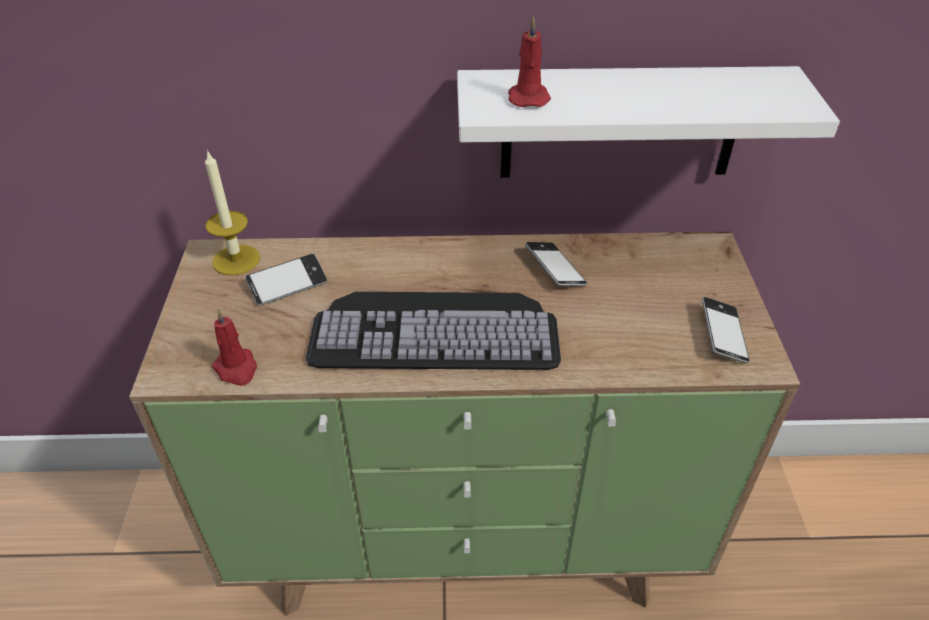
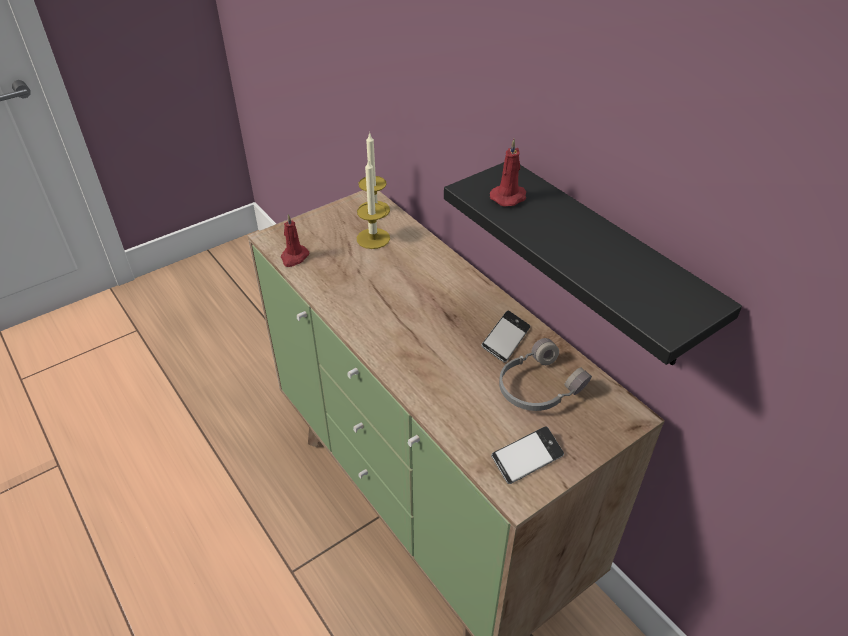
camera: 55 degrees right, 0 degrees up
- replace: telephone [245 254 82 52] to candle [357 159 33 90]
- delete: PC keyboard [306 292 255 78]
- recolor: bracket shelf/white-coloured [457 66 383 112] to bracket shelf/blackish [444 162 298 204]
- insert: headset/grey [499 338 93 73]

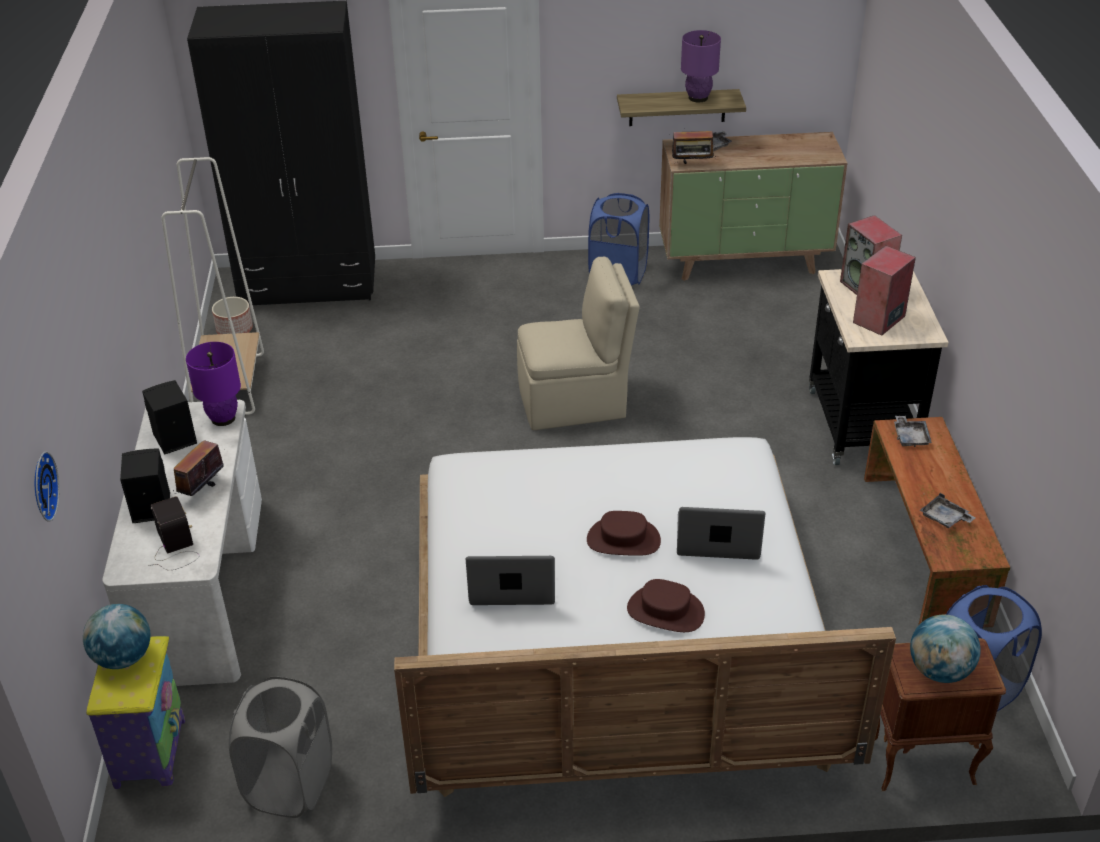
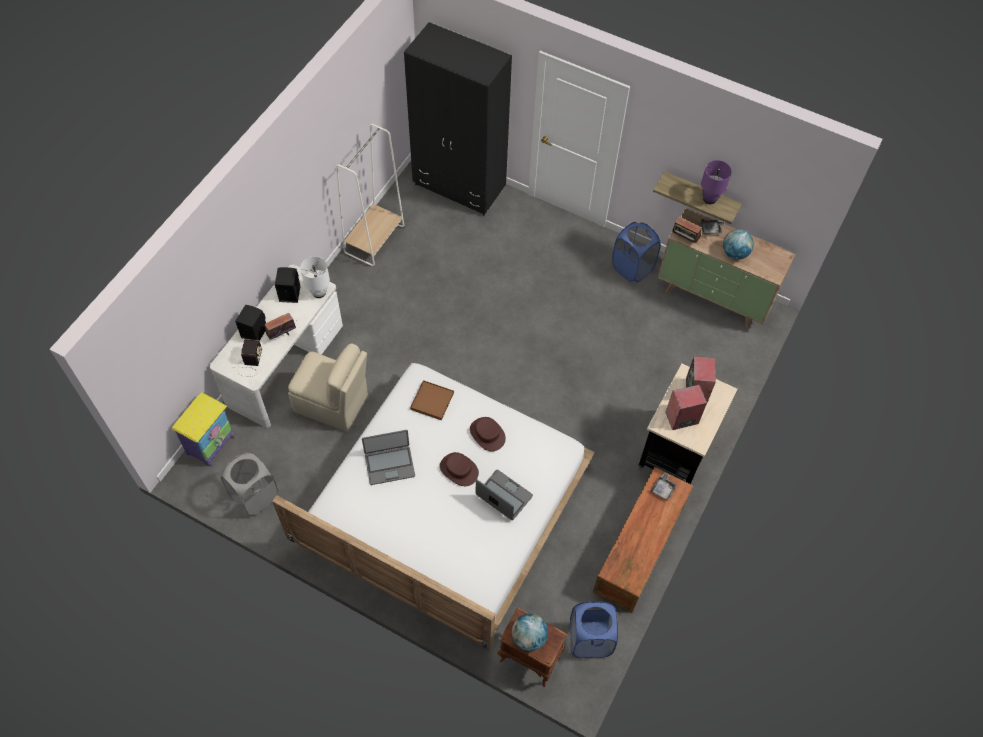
camera: 30 degrees right, 20 degrees up
- delete: hanging clock [35 452 25 70]
- move: desk globe [83 604 68 65] to [723 229 31 31]
- recolor: table lamp/purple-coloured [186 342 55 84] to table lamp/white-coloured [300 256 30 42]
- delete: planter [212 297 41 37]
- rotate: notebook computer [466 556 89 49] = [362 430 53 55] 135 degrees clockwise
- move: upright chair/beige [517 257 123 173] to [288 343 80 89]
- move: wearable hat/brownish [627 579 78 53] to [470 417 36 35]
- delete: tray/grey [920 493 55 35]
- insert: tray/brownish [410 380 44 40]

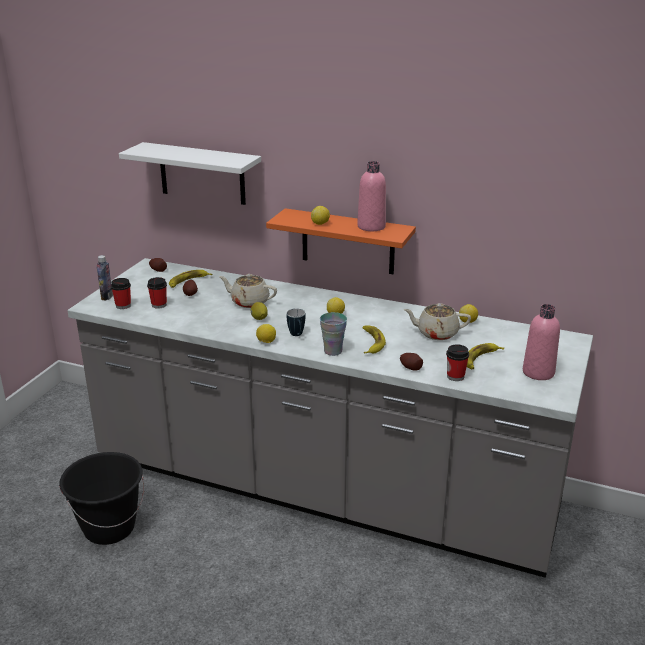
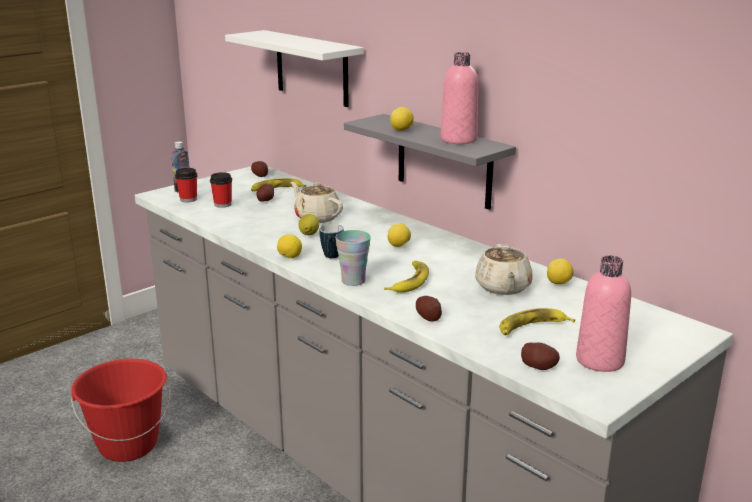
camera: 25 degrees right, 5 degrees down
- recolor: pail/blackish [59 452 85 93] to pail/reddish [70 359 100 103]
- recolor: bracket shelf/orange-coloured [266 208 150 66] to bracket shelf/grey [344 114 172 96]
- rotate: teapot/beige [403 303 68 37] = [475 244 57 51] 120 degrees counterclockwise
- delete: cup [446 344 23 37]
- insert: spud [521 343 39 27]

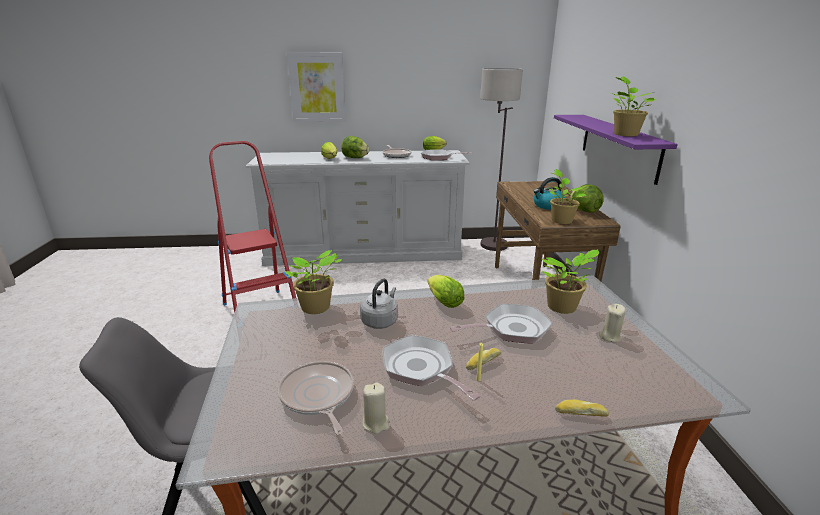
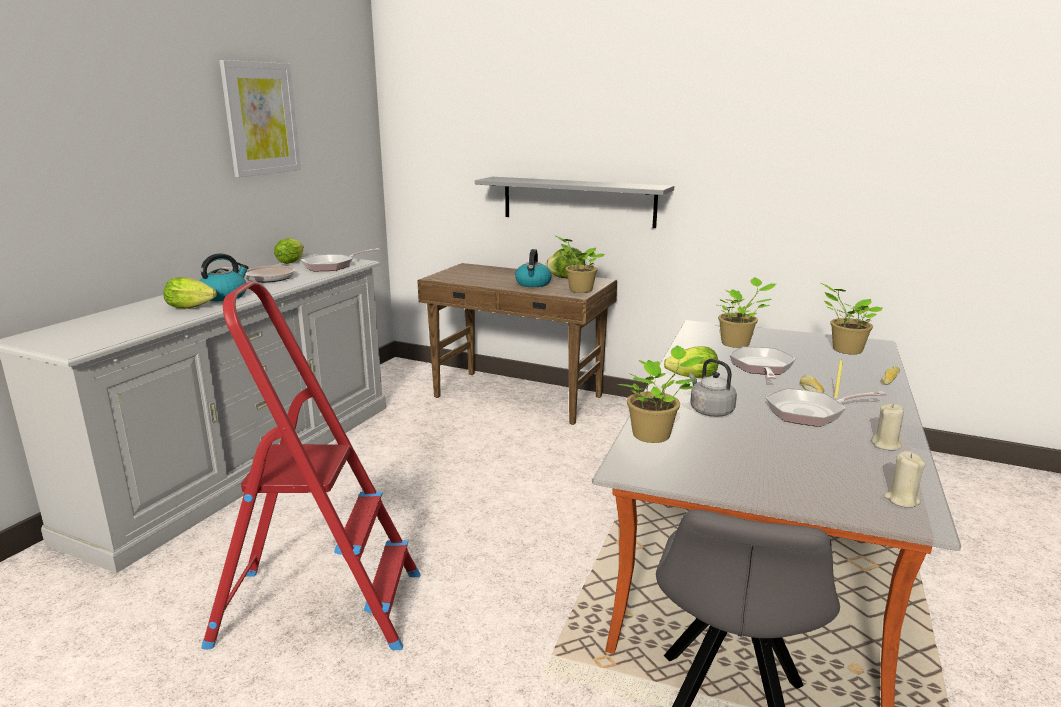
camera: 60 degrees left, 5 degrees down
- delete: pan [278 361 76 74]
- move: picture [287 52 59 70] to [219 60 82 118]
- replace: head of lettuce [342 136 27 22] to water kettle [199 253 50 48]
- delete: standard lamp/grey [480 68 43 183]
- recolor: bracket shelf/purple-coloured [554 115 124 70] to bracket shelf/grey [475 177 199 51]
- move: candle/beige [599 304 27 39] to [883 451 43 56]
- move: potted plant [611 76 45 60] to [821 283 61 71]

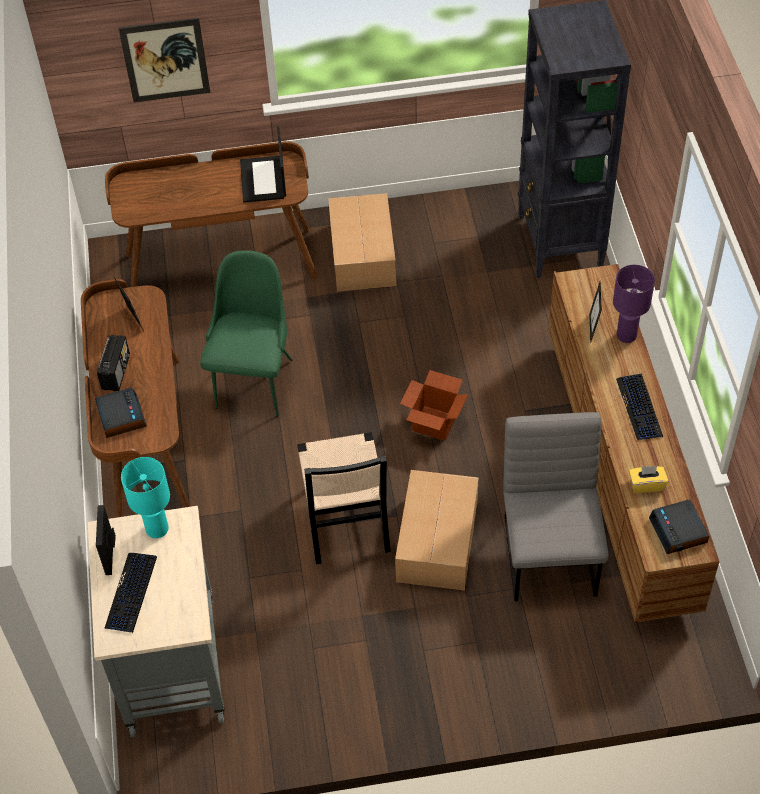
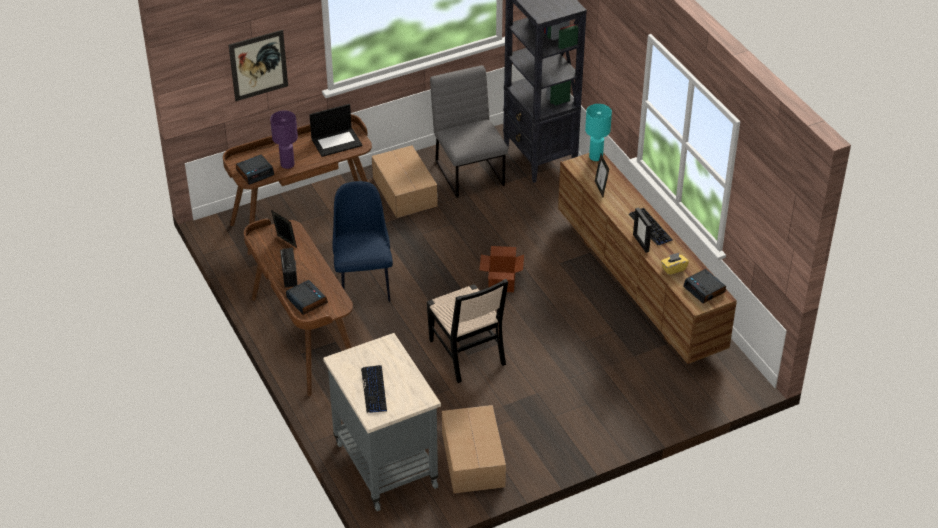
camera: 20 degrees left, 10 degrees down
- move: picture frame [96 505 20 70] to [633 207 19 46]
- move: table lamp/blue-green [121 457 49 81] to [585 104 27 57]
- recolor: upright chair/greenish [200 250 93 167] to upright chair/blue-coloured [333 181 60 121]
- rotate: notebook computer [240 126 46 77] = [309 104 53 53] 90 degrees counterclockwise
- move: cardboard box [395 470 84 121] to [442 405 64 88]
- move: upright chair/grey [503 412 106 189] to [430 65 78 132]
- move: table lamp/purple-coloured [613 265 42 78] to [270 111 28 58]
- insert: table clock [236 154 38 31]

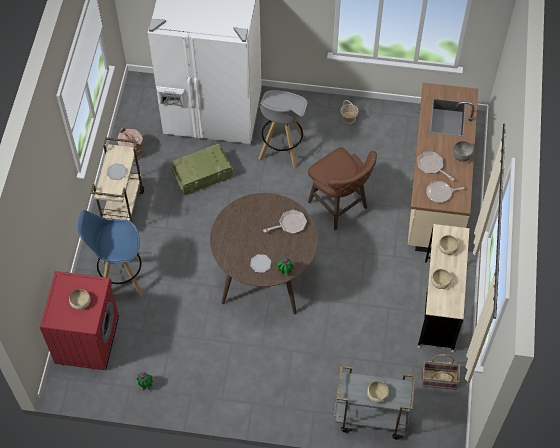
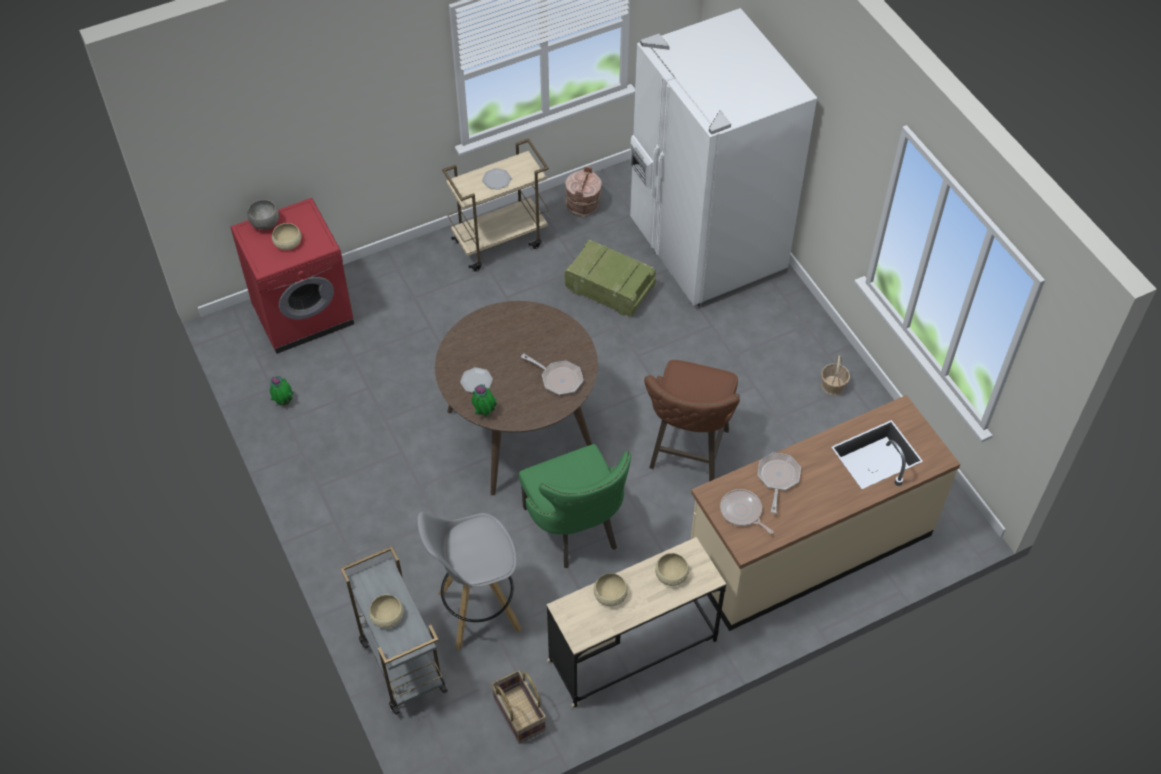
camera: 55 degrees right, 5 degrees down
- delete: stool seat/blue-coloured [78 210 66 86]
- move: stool seat/grey [258 90 49 79] to [417 512 105 138]
- move: deep dish/grey [453 141 21 21] to [247 199 32 31]
- insert: upright chair/greenish [519 444 112 124]

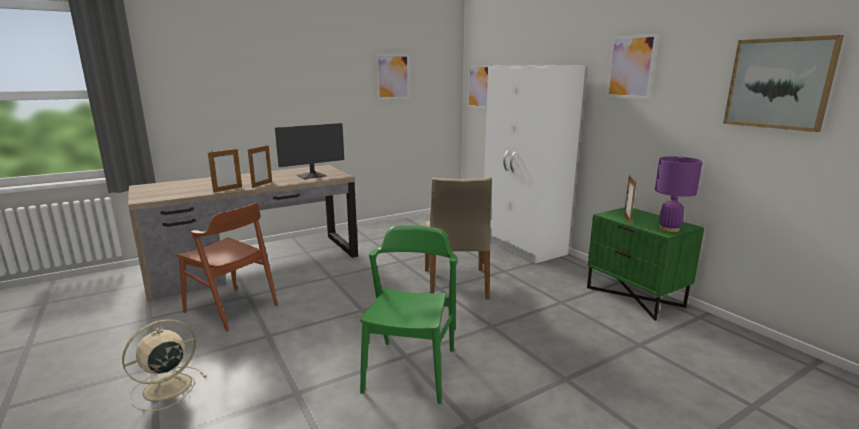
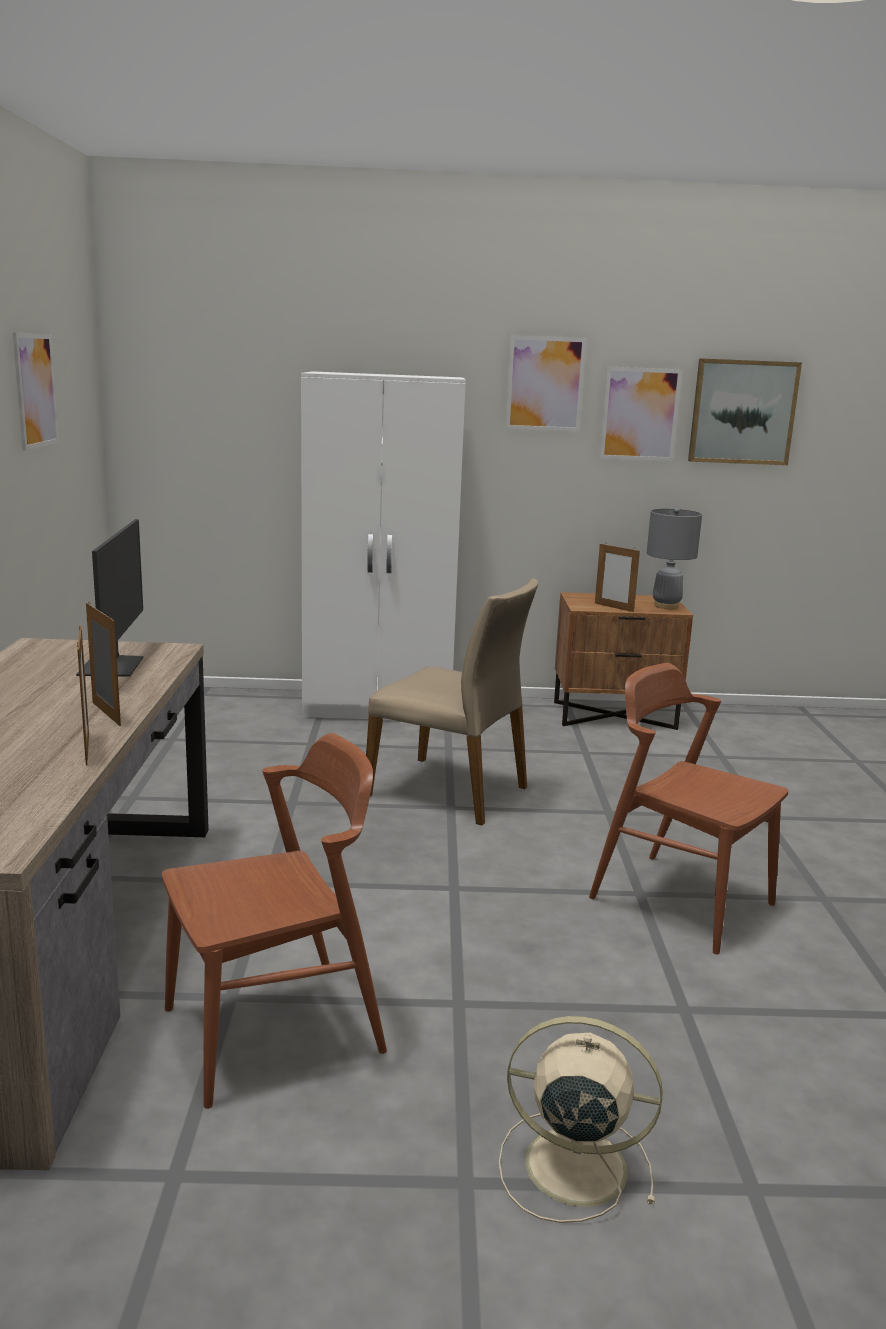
camera: 60 degrees left, 0 degrees up
- rotate: fan/beige [122 319 85 92] = [499 1016 164 207] 120 degrees clockwise
- recolor: upright chair/greenish [360 226 97 178] to upright chair/brownish [589 663 199 291]
- move: picture [468 65 23 44] to [599 367 84 94]
- recolor: bedside table/greenish [587 207 117 114] to bedside table/brownish [554 592 139 138]
- recolor: table lamp/purple-coloured [655 157 48 75] to table lamp/grey [647 508 55 101]

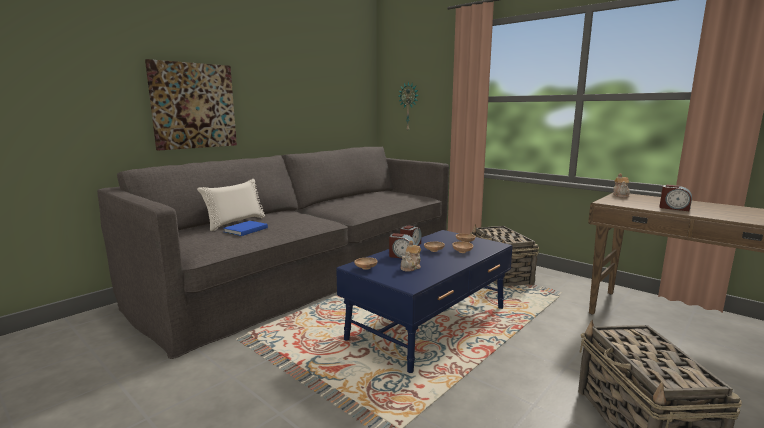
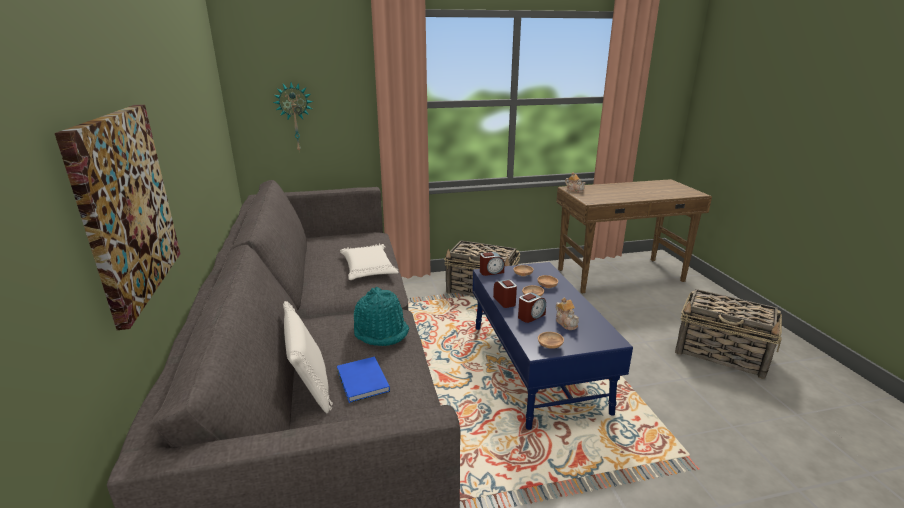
camera: 55 degrees left, 10 degrees up
- move: table clock [660 185 32 26] to [480 252 25 24]
- insert: pillow/white-coloured [340 244 59 36]
- insert: wearable hat/blue-green [354 287 55 59]

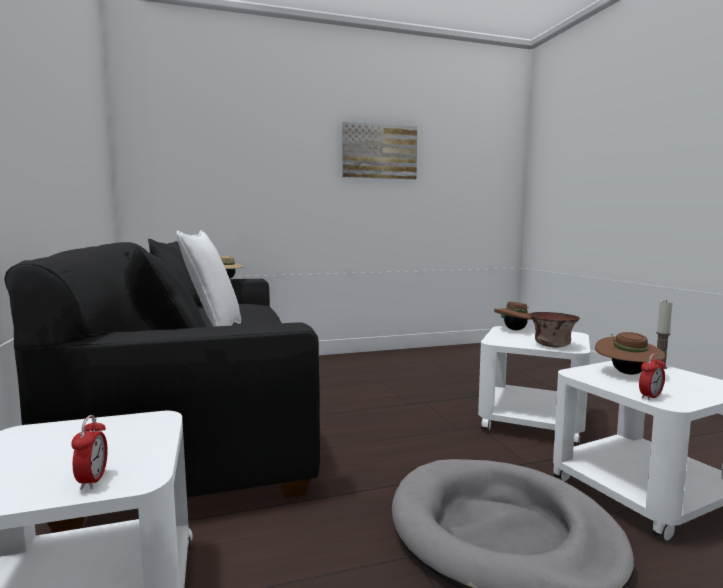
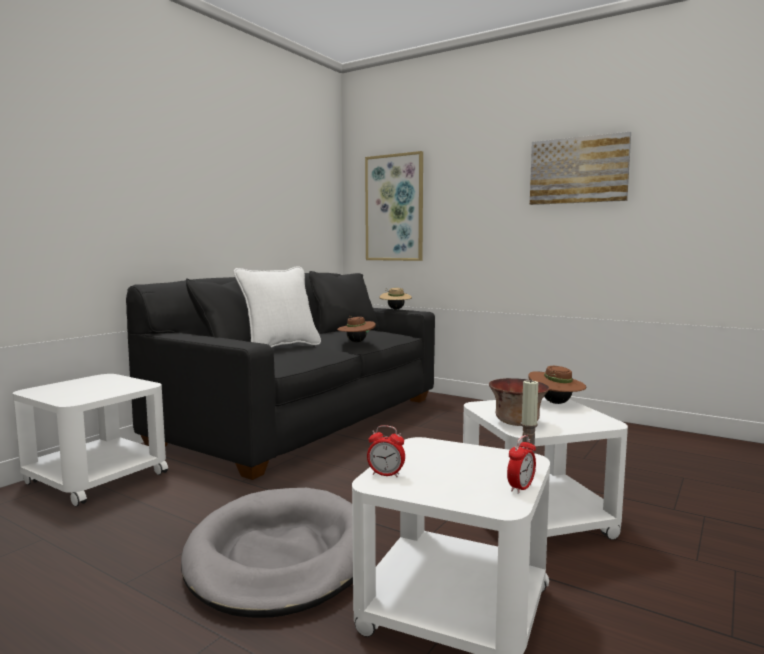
camera: 50 degrees right, 0 degrees up
- move: table clock [72 415 36 75] to [507 435 29 59]
- move: wearable hat/brownish [595 332 71 43] to [337 316 39 26]
- insert: picture [365 151 58 110]

